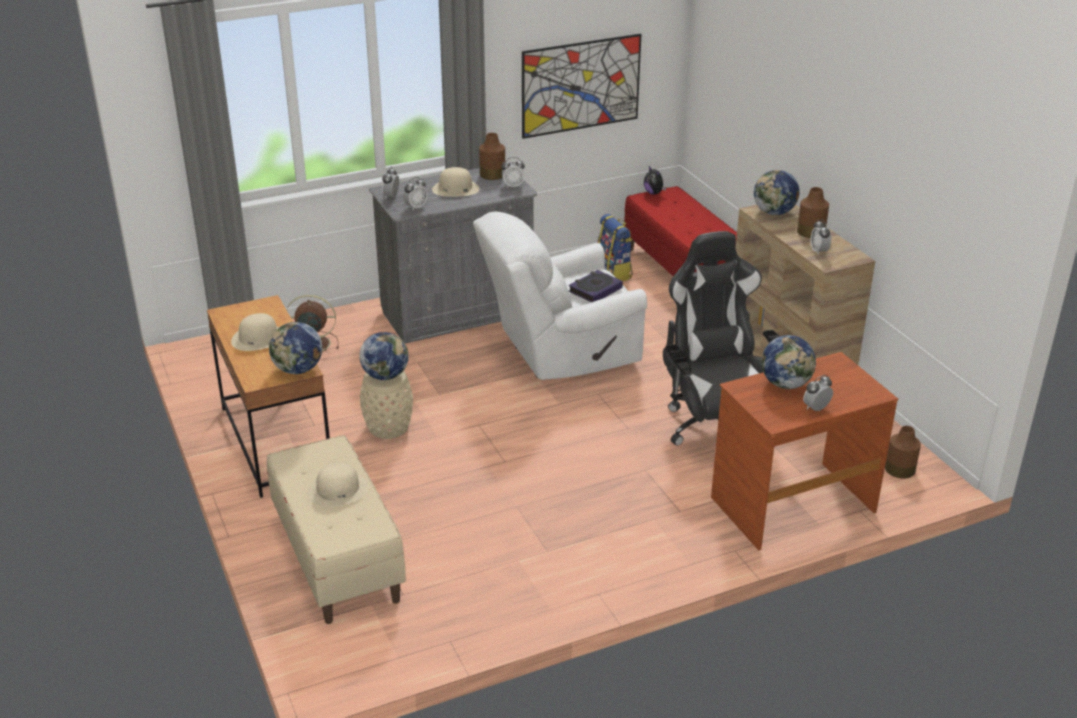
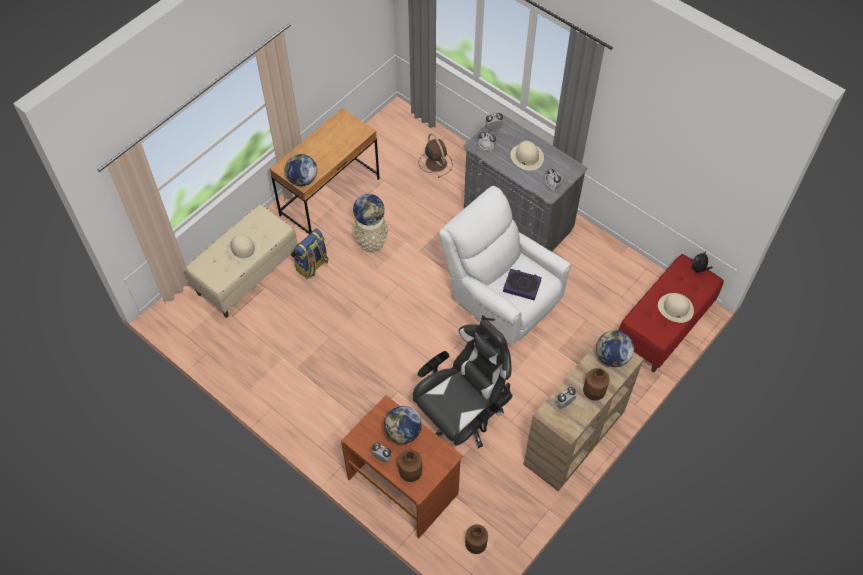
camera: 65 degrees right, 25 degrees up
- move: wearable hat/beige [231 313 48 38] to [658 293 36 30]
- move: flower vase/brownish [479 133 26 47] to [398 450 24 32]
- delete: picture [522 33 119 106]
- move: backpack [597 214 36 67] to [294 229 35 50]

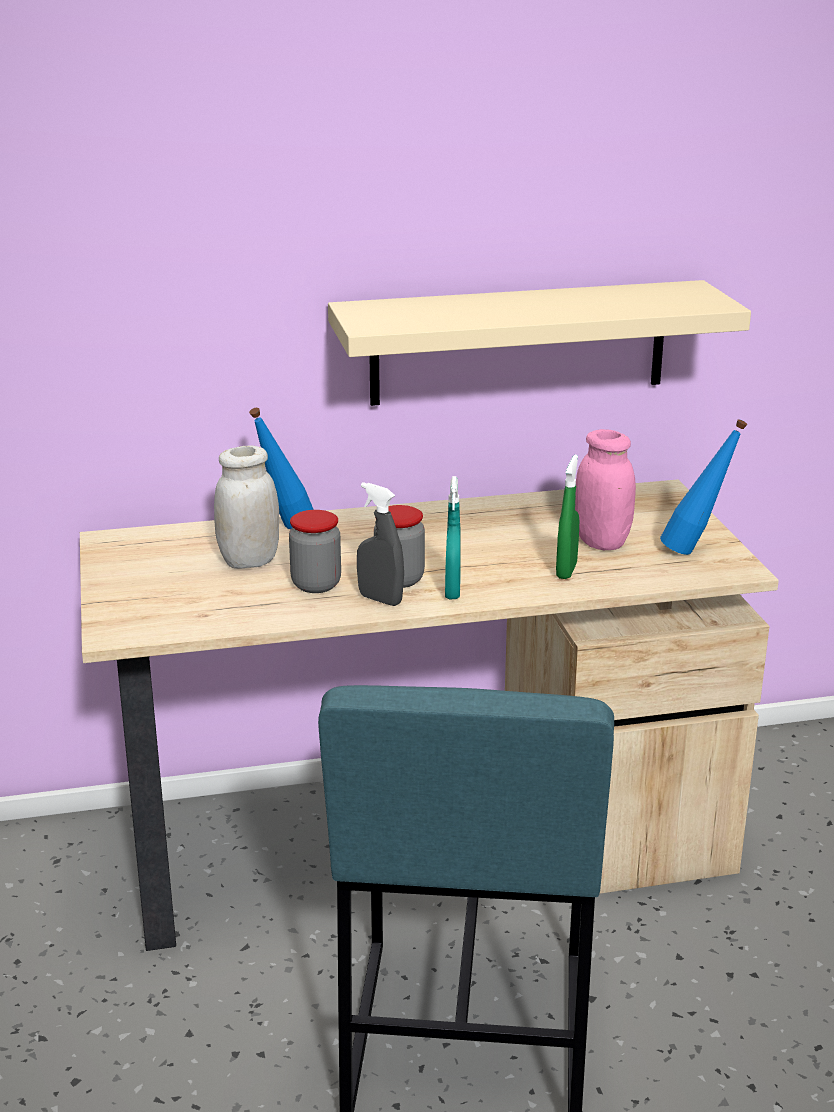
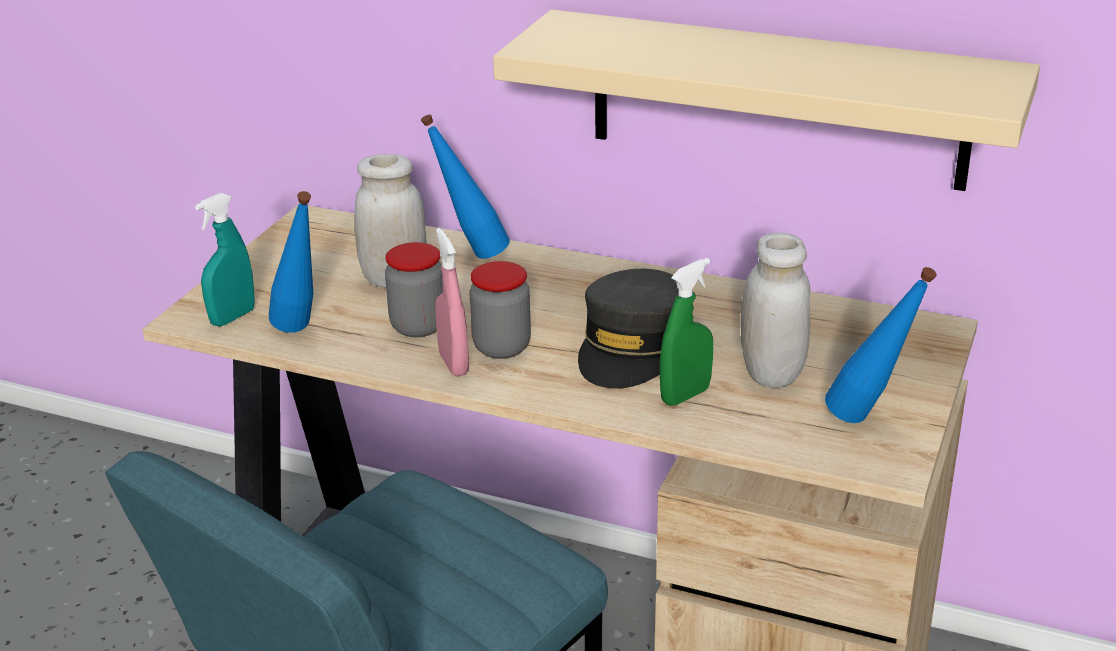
camera: 35 degrees right, 5 degrees up
- recolor: sprayer/grey [357 482 47 124] to sprayer/pinkish [435 228 34 148]
- move: sprayer/blue-green [445 476 16 123] to [195 193 59 133]
- recolor: preserve jar/pinkish [575 429 61 121] to preserve jar/white-coloured [741 233 69 155]
- insert: beverage bottle/blue-coloured [269 191 44 142]
- insert: baseball cap/grey [578 269 101 120]

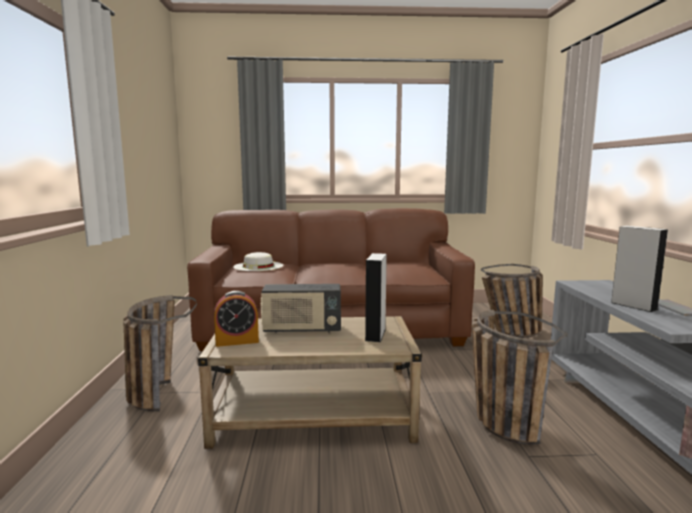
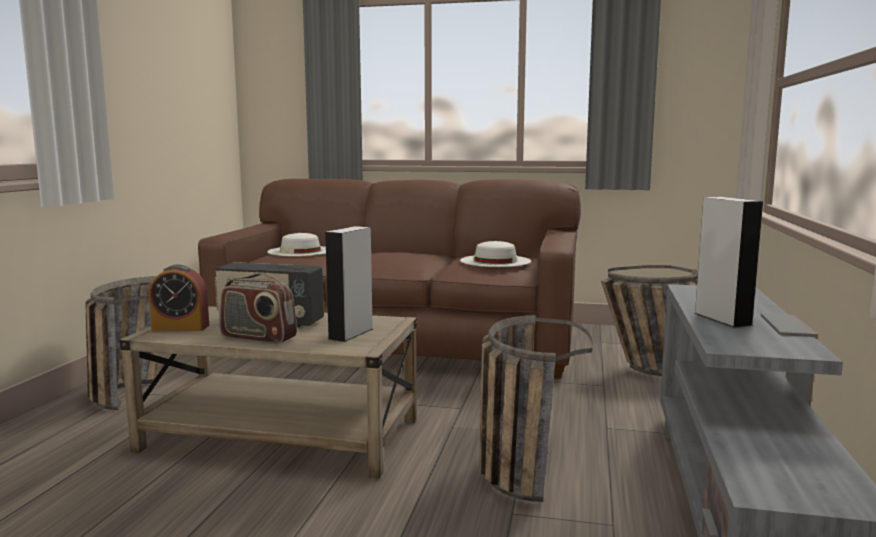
camera: 15 degrees right, 0 degrees up
- insert: radio receiver [219 273 78 71]
- insert: wearable hat/white-coloured [460 241 71 26]

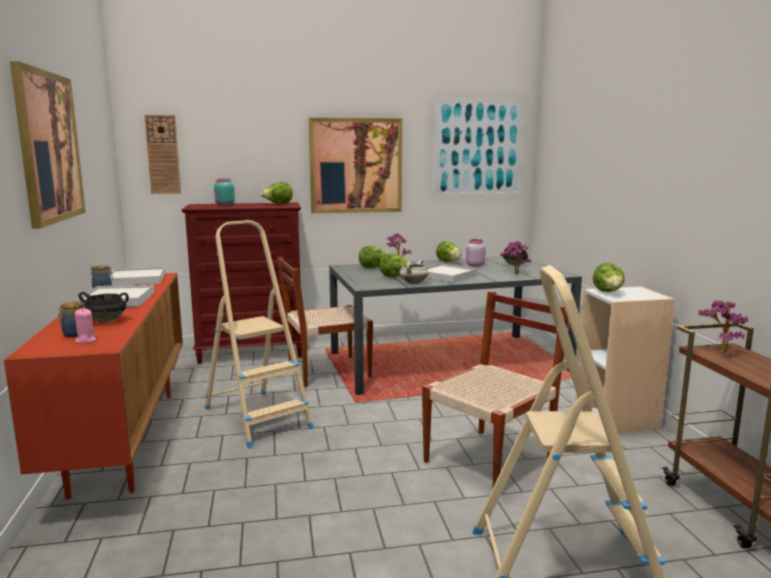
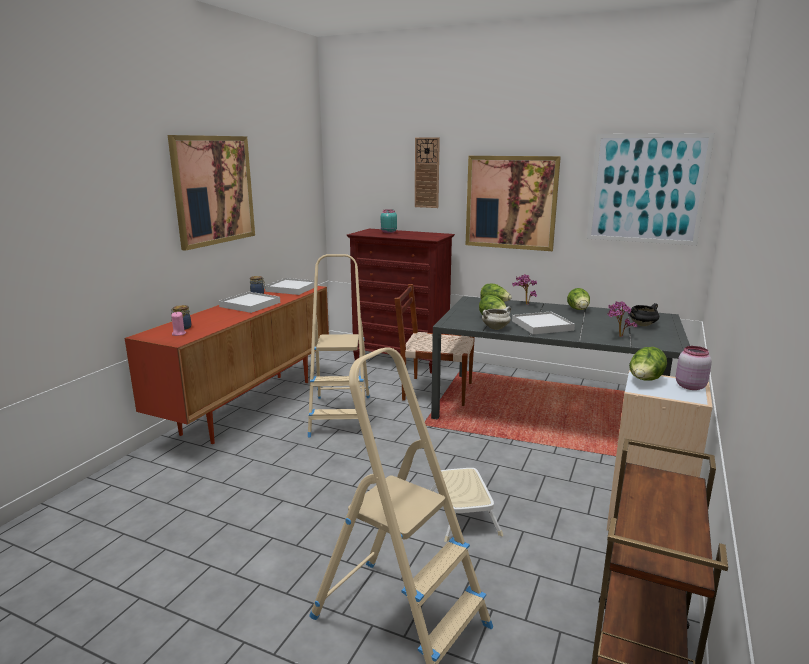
camera: 35 degrees right, 5 degrees up
- delete: stockpot/blackish [78 292 51 31]
- move: hanging clock [144 115 37 79] to [415 137 25 71]
- delete: head of lettuce [260 182 33 22]
- replace: upright chair [422 291 146 196] to step stool/beige [430 468 73 74]
- move: preserve jar/pinkish [466 239 20 28] to [676 346 36 44]
- delete: potted plant [699 300 49 54]

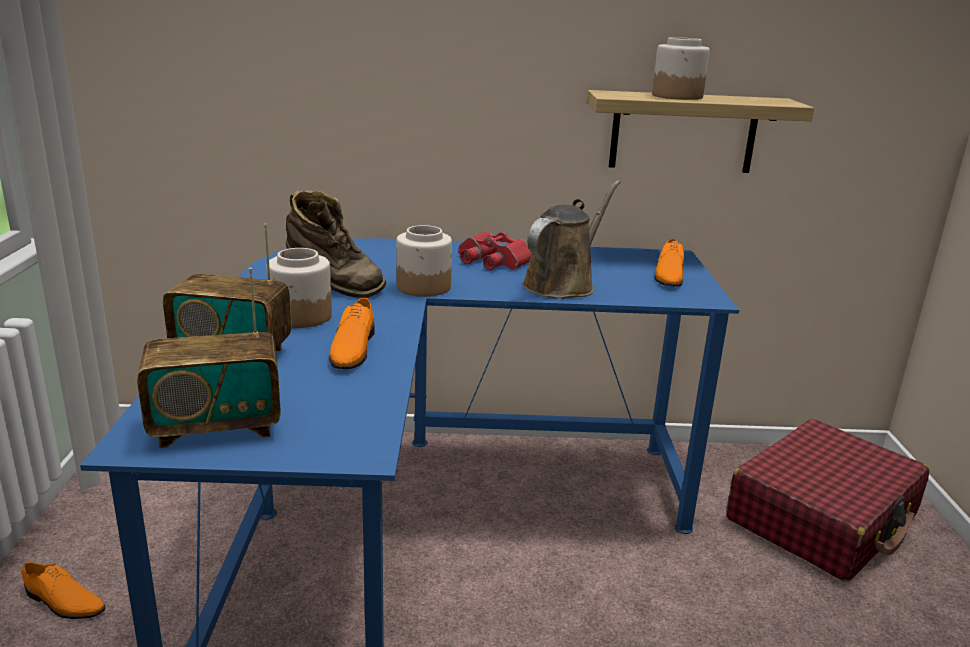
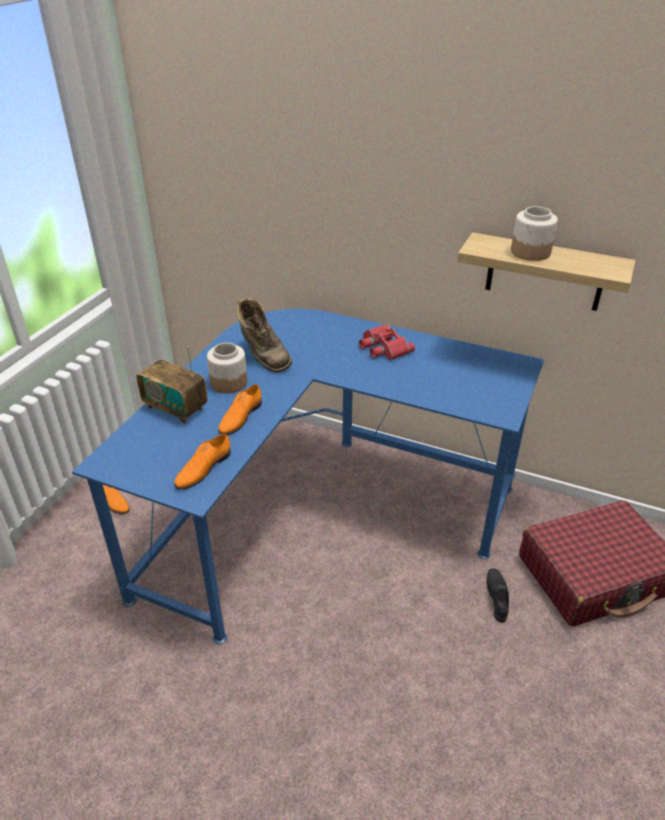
camera: 25 degrees right, 15 degrees up
- delete: radio receiver [137 268 144 180]
- delete: preserve jar [396 225 56 72]
- delete: watering pot/brownish [522 180 98 119]
- move: shoe/orange-coloured [654 239 30 48] to [174 434 57 56]
- insert: shoe/blackish [486 568 23 55]

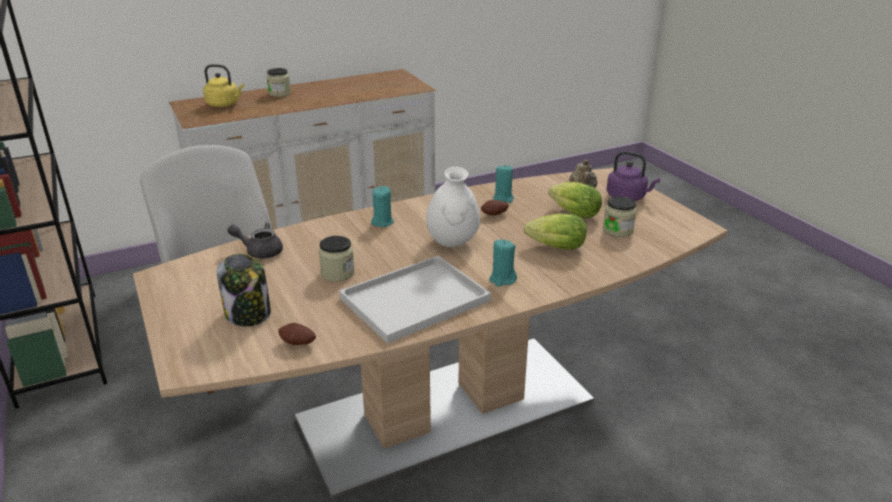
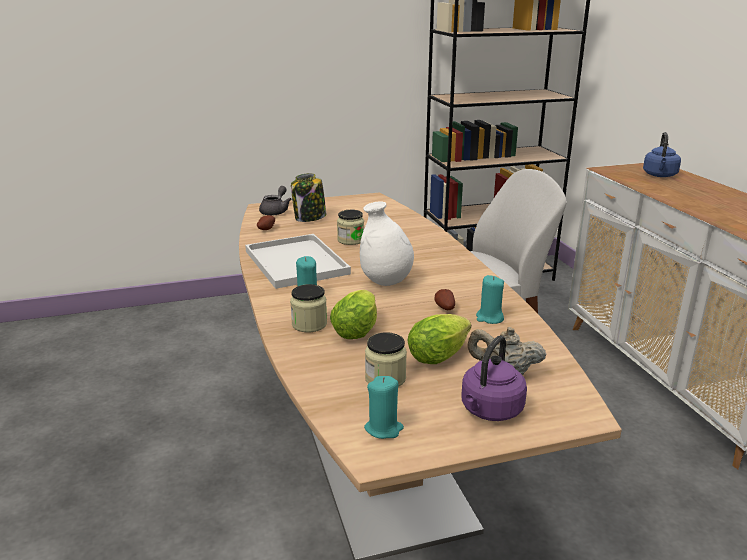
camera: 100 degrees right, 5 degrees down
- recolor: water kettle/yellow [203 64 41 43] to water kettle/blue-coloured [643 132 38 45]
- move: teapot/grey [227 222 56 37] to [259 186 33 30]
- move: preserve jar [267 68 24 29] to [290 284 37 48]
- move: candle/blue-green [371 186 23 41] to [364 376 40 63]

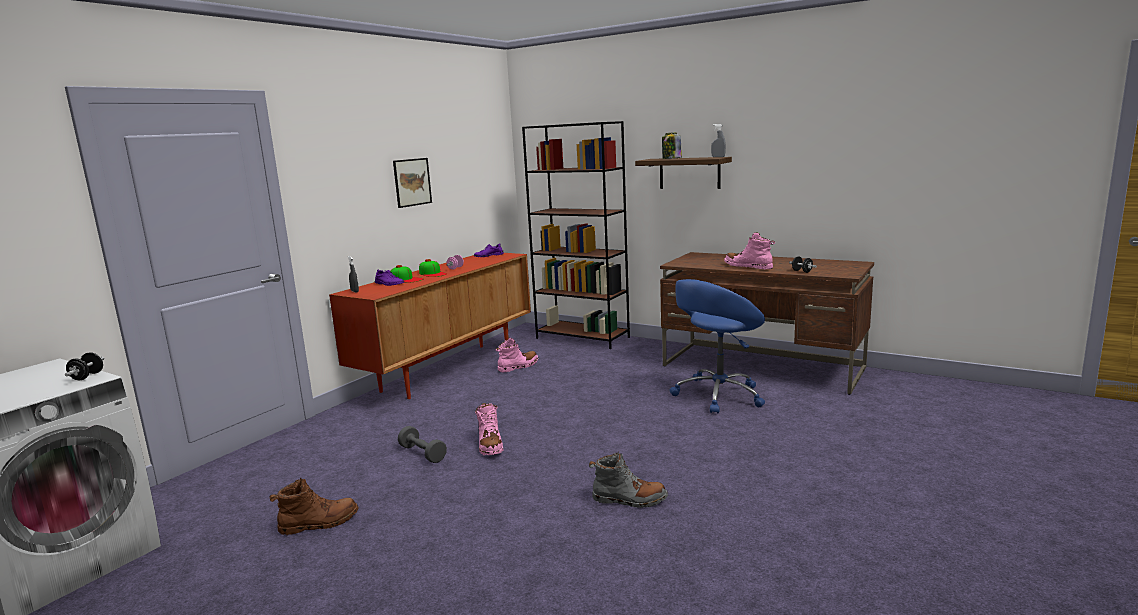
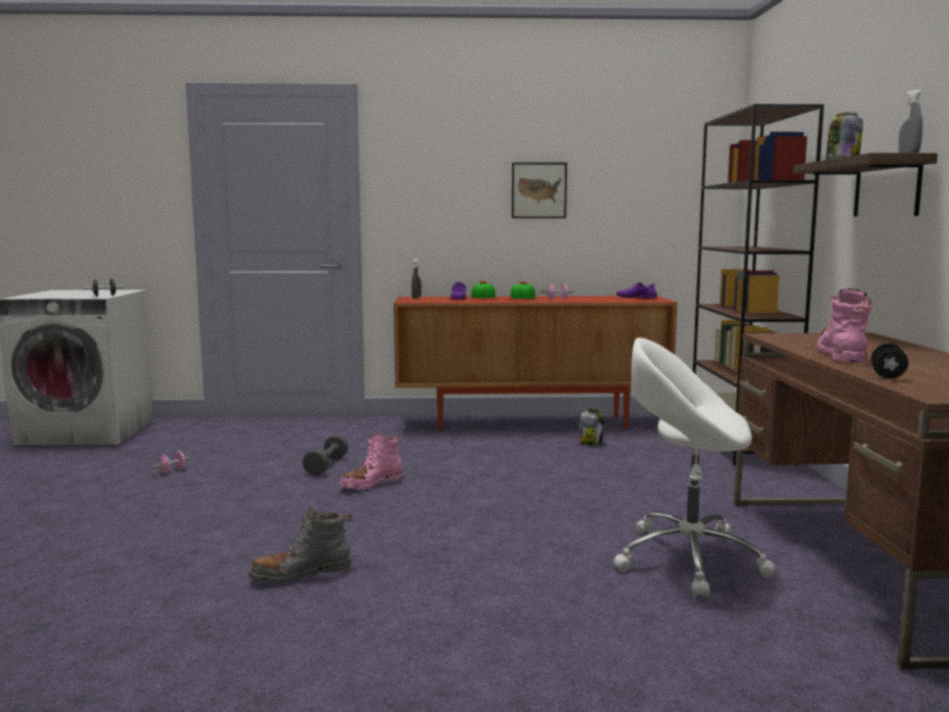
camera: 55 degrees right, 5 degrees down
- replace: tall boot/brownish [269 478 90 57] to dumbbell/pinkish [151 451 40 23]
- replace: tall boot/pinkish [496 338 42 35] to preserve jar [578 409 27 37]
- rotate: tall boot/grey [589 452 79 56] = [248 506 105 78] 90 degrees clockwise
- recolor: desk chair/blue-coloured [669 279 96 134] to desk chair/white-coloured [613 338 162 259]

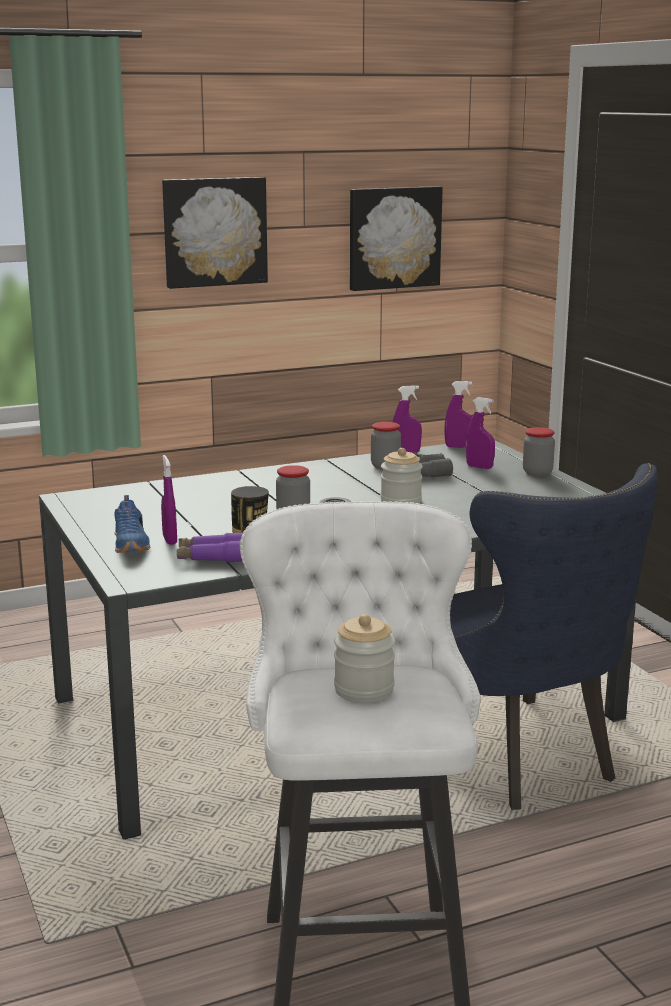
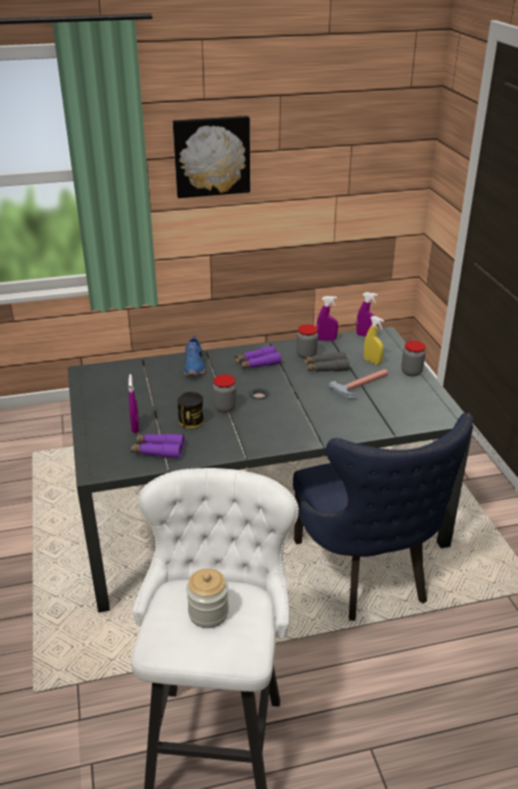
camera: 10 degrees right, 15 degrees up
- move: shoe/blue-coloured [114 495 36 58] to [184 335 21 41]
- delete: picture [350 186 93 105]
- delete: preserve jar [381 448 42 56]
- recolor: sprayer/purple-coloured [466 397 29 72] to sprayer/yellow [364 316 20 49]
- insert: binoculars/purple-coloured [235 346 47 23]
- insert: tool hammer [329 369 59 30]

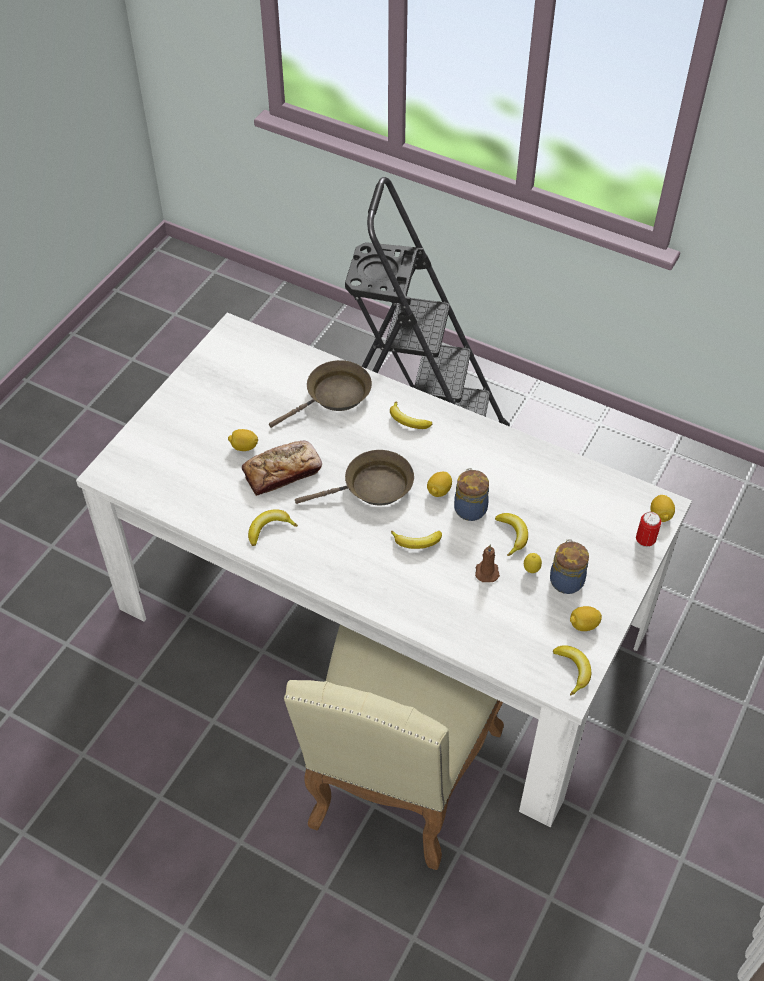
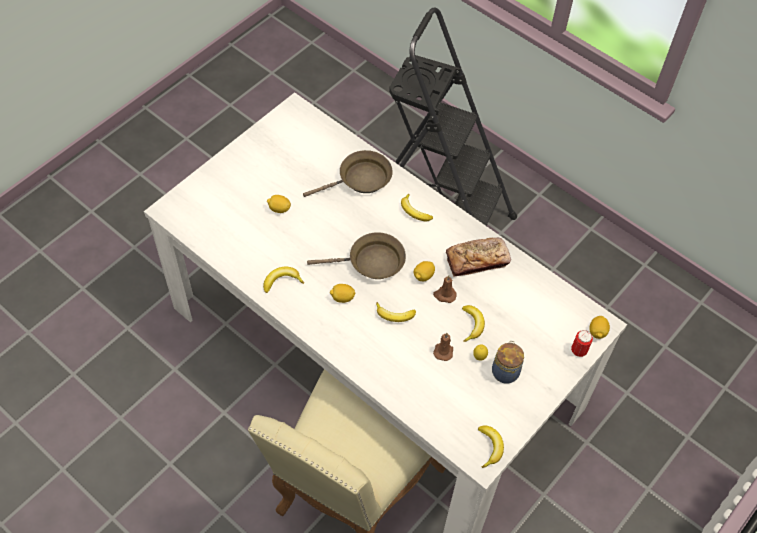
camera: 10 degrees right, 5 degrees up
- move: baked bread [242 441 80 55] to [446 237 65 40]
- replace: preserve jar [454 468 35 53] to candle/brownish [433 275 24 28]
- move: whole lemon [570 606 32 25] to [330 284 25 19]

